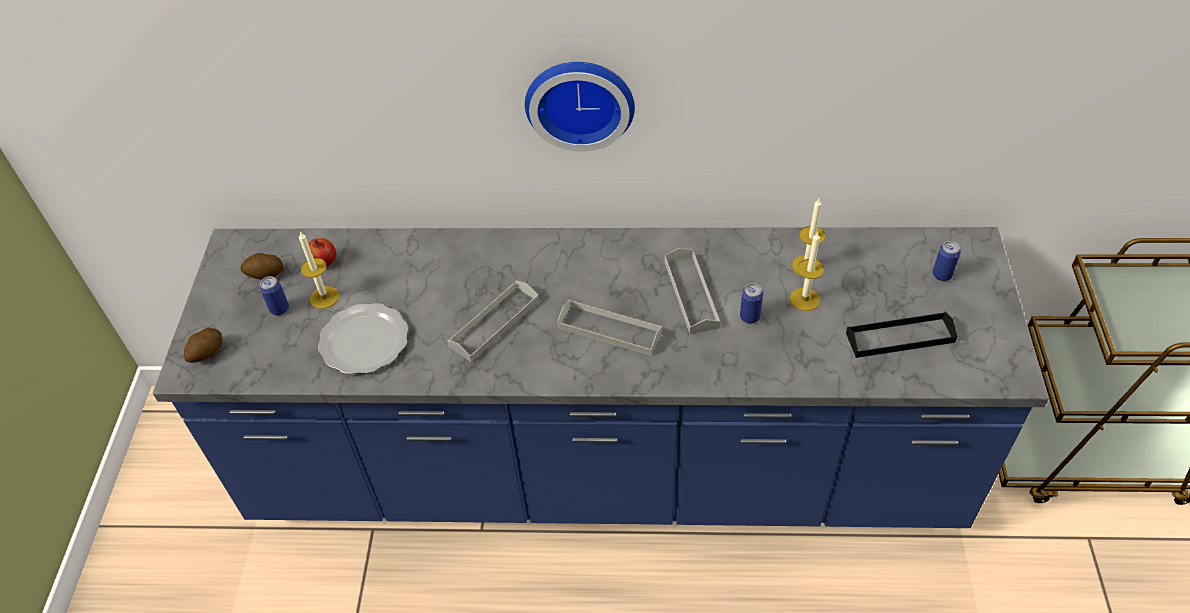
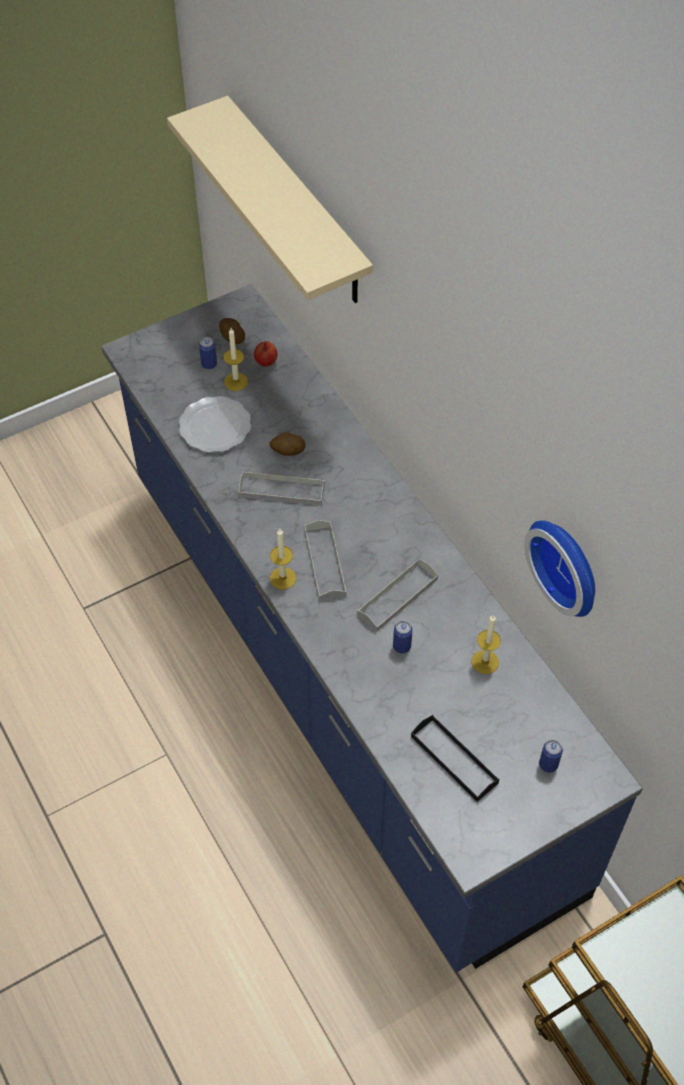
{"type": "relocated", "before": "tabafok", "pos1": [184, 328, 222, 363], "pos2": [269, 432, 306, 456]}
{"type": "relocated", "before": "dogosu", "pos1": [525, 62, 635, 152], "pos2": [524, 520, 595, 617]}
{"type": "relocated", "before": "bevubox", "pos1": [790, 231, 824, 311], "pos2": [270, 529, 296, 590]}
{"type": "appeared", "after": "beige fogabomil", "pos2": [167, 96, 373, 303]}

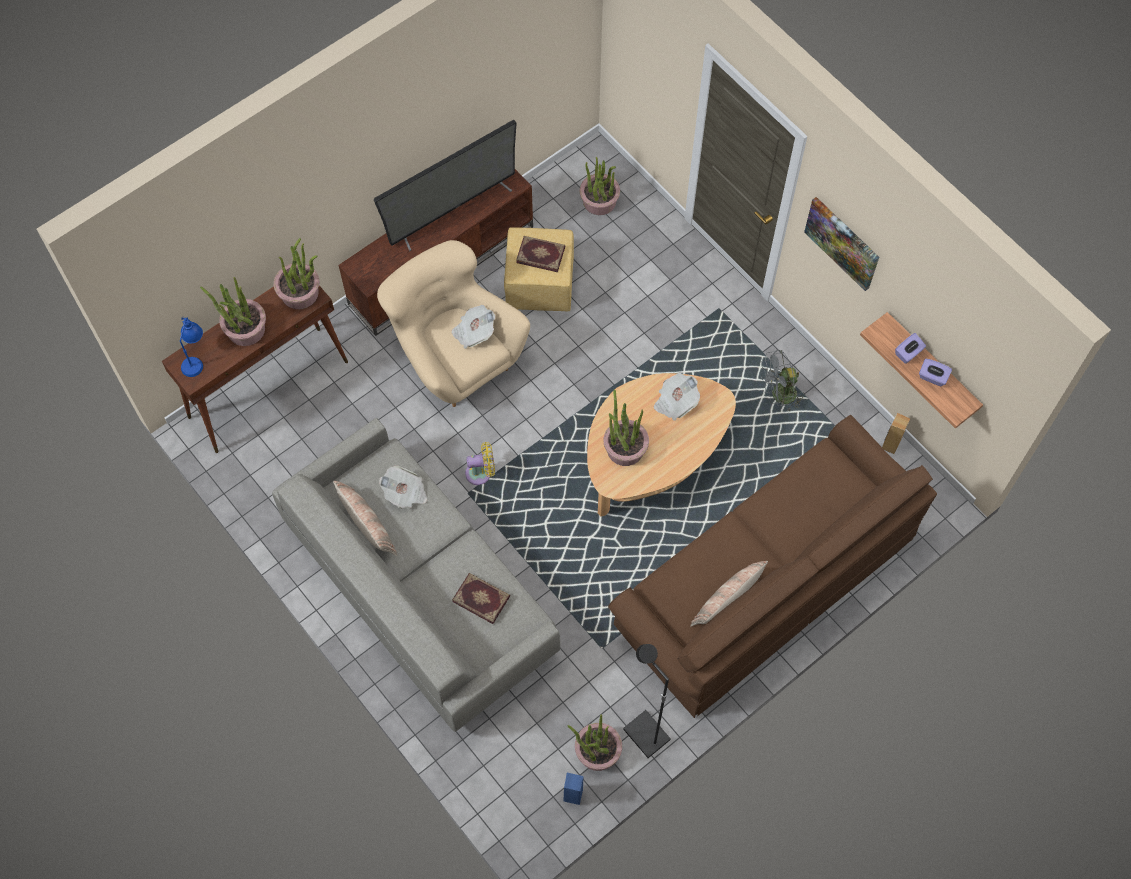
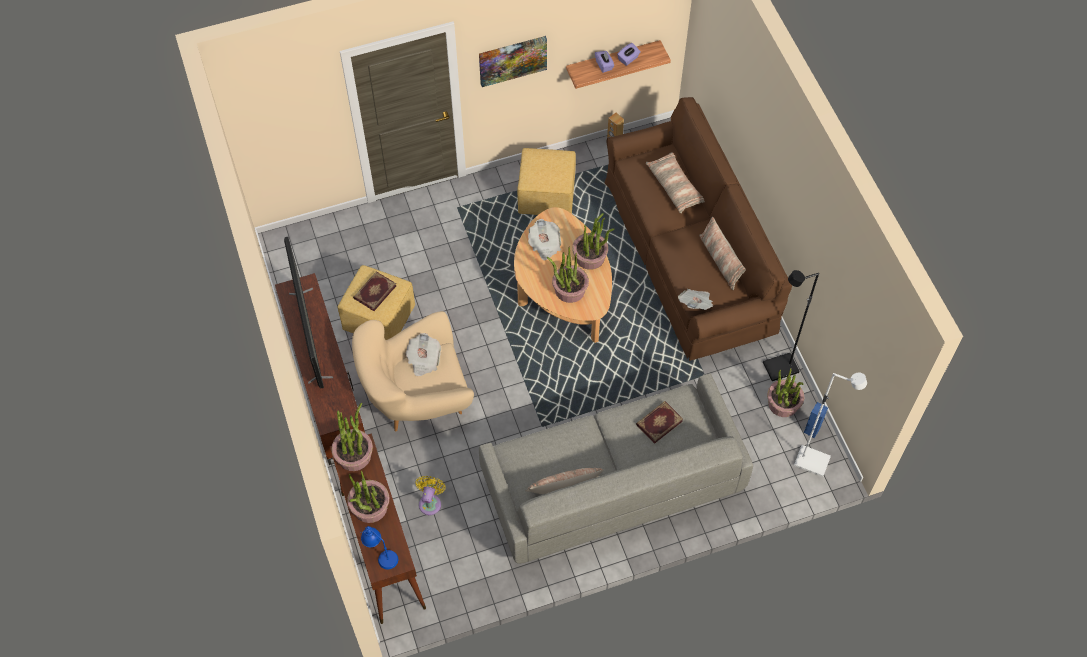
{"type": "relocated", "before": "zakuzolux", "pos1": [379, 466, 427, 509], "pos2": [678, 289, 713, 310]}
{"type": "relocated", "before": "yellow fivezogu", "pos1": [465, 442, 495, 485], "pos2": [416, 476, 446, 515]}
{"type": "relocated", "before": "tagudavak", "pos1": [580, 157, 620, 215], "pos2": [572, 213, 615, 270]}
{"type": "exchanged", "before": "grey fivezogu", "after": "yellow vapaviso", "pos1": [761, 350, 805, 412], "pos2": [517, 148, 576, 215]}
{"type": "appeared", "after": "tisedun", "pos2": [646, 153, 705, 213]}
{"type": "appeared", "after": "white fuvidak", "pos2": [794, 372, 867, 477]}

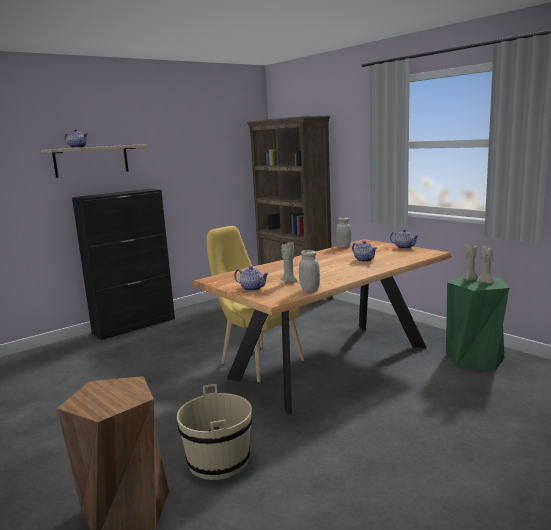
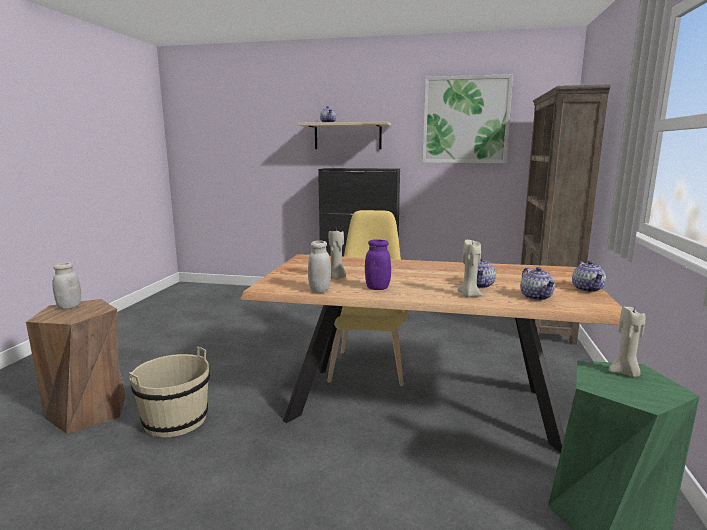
{"type": "relocated", "before": "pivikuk", "pos1": [234, 266, 269, 291], "pos2": [520, 267, 556, 300]}
{"type": "relocated", "before": "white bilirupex", "pos1": [336, 217, 351, 248], "pos2": [53, 263, 81, 309]}
{"type": "relocated", "before": "beige bevubox", "pos1": [476, 246, 493, 284], "pos2": [457, 240, 483, 297]}
{"type": "appeared", "after": "purple bilirupex", "pos2": [365, 239, 391, 290]}
{"type": "appeared", "after": "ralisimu", "pos2": [422, 74, 513, 163]}

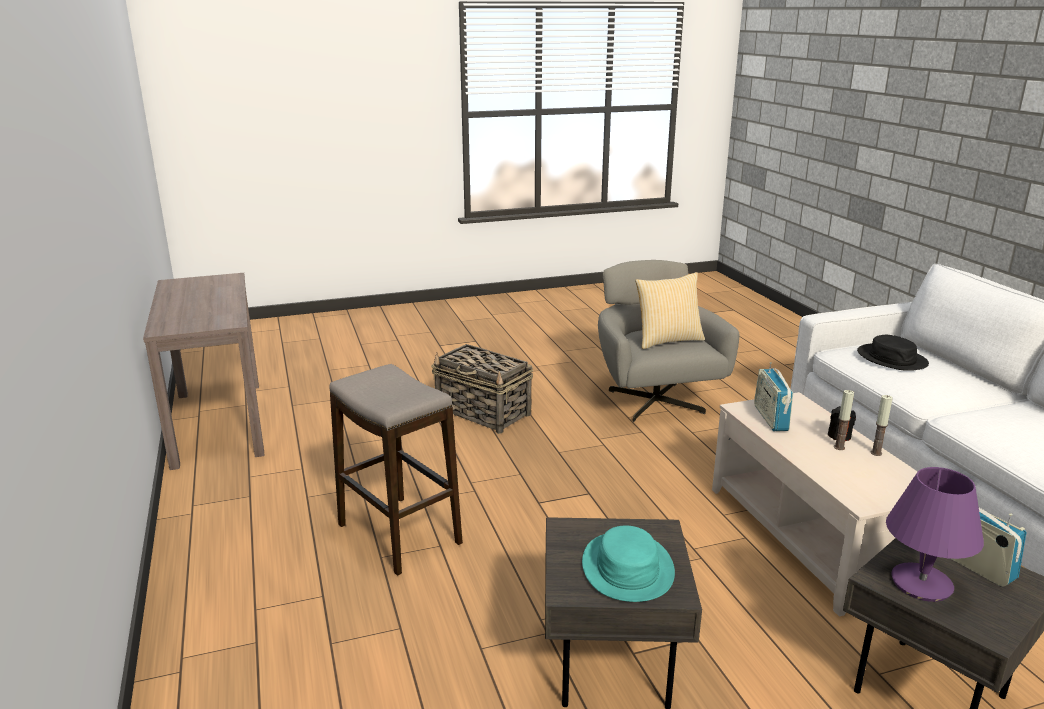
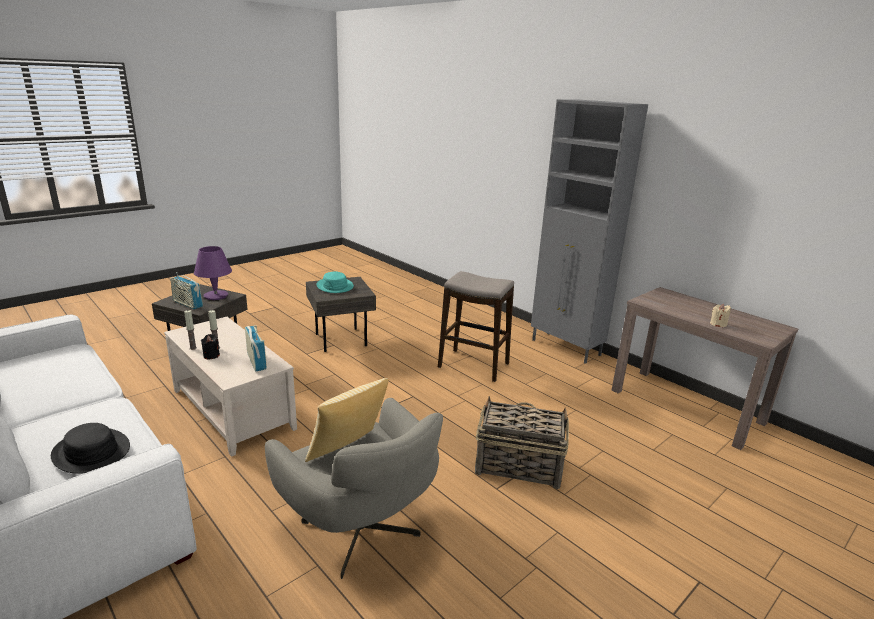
{"type": "appeared", "after": "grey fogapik", "pos2": [531, 99, 648, 364]}
{"type": "appeared", "after": "beige bevubox", "pos2": [710, 304, 731, 327]}

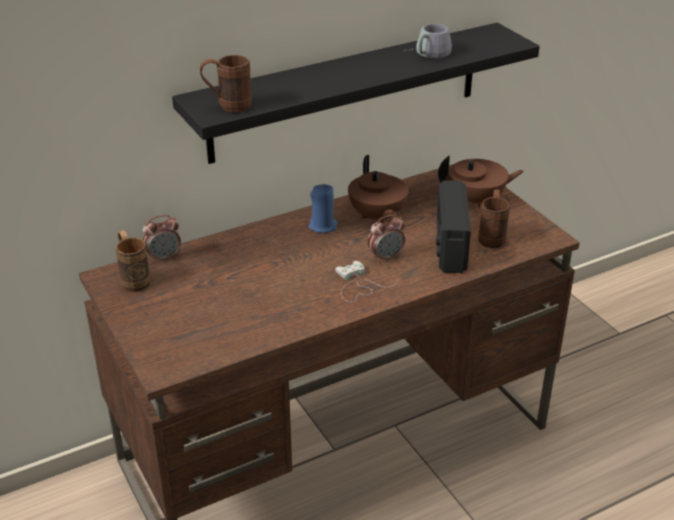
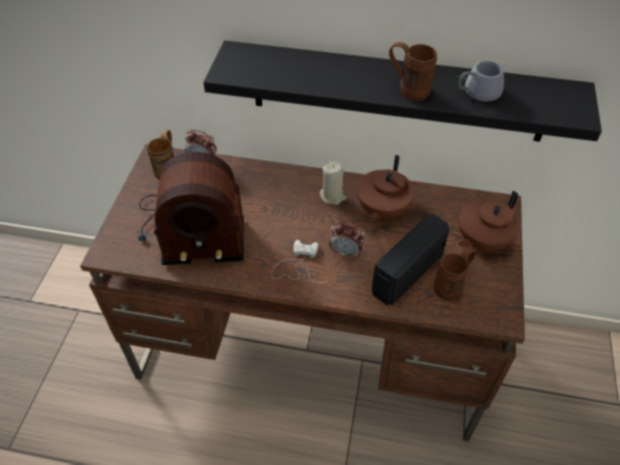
{"type": "relocated", "before": "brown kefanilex", "pos1": [200, 55, 252, 113], "pos2": [389, 42, 437, 101]}
{"type": "colour", "before": "blue bevubox", "after": "beige bevubox", "pos1": [308, 184, 338, 233], "pos2": [320, 162, 347, 205]}
{"type": "spun", "before": "brown pivikuk", "pos1": [438, 156, 524, 208], "pos2": [458, 191, 520, 251], "turn": 105}
{"type": "appeared", "after": "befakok", "pos2": [138, 152, 243, 265]}

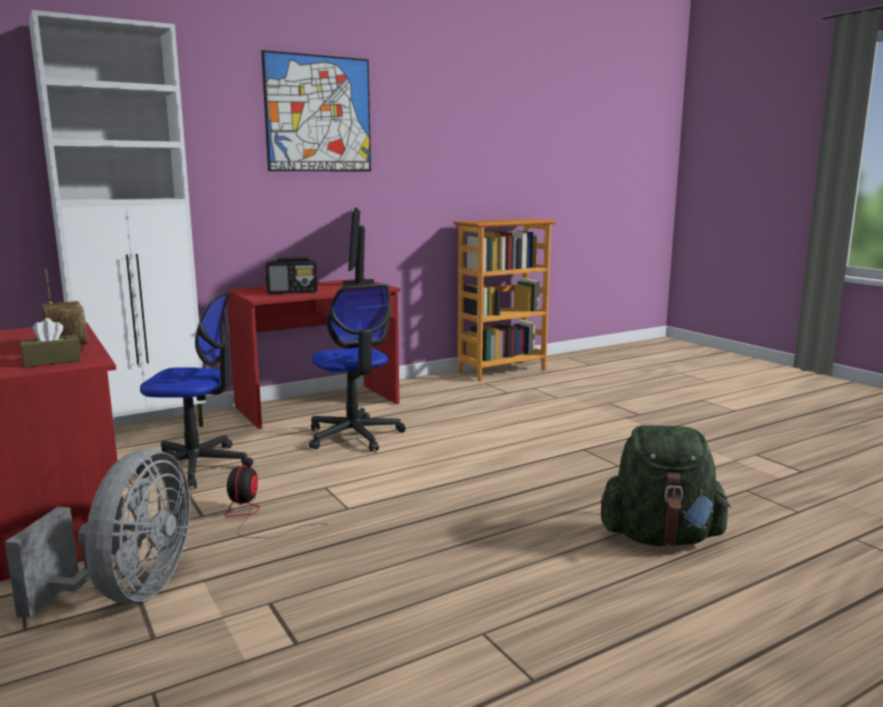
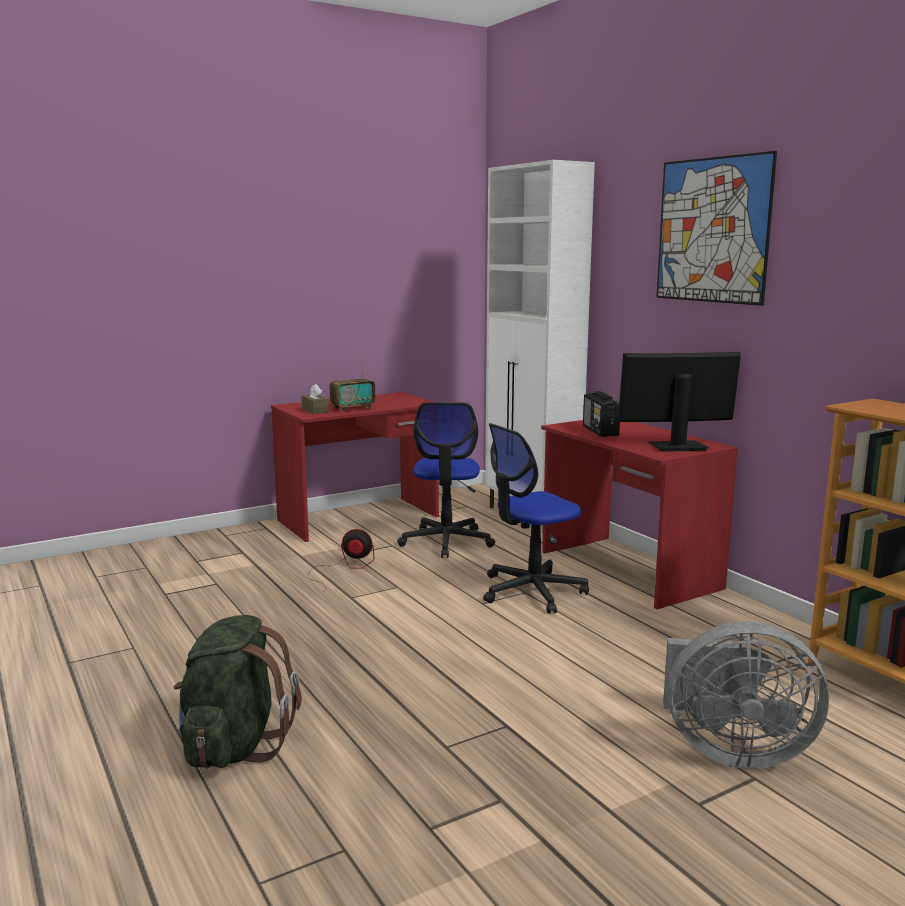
{"type": "relocated", "before": "grey fivezogu", "pos1": [5, 449, 190, 618], "pos2": [663, 621, 829, 769]}

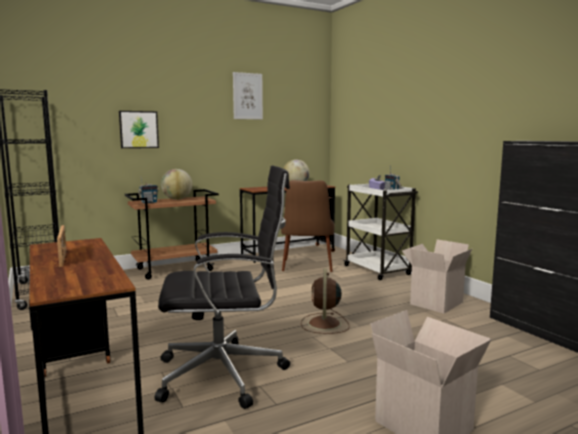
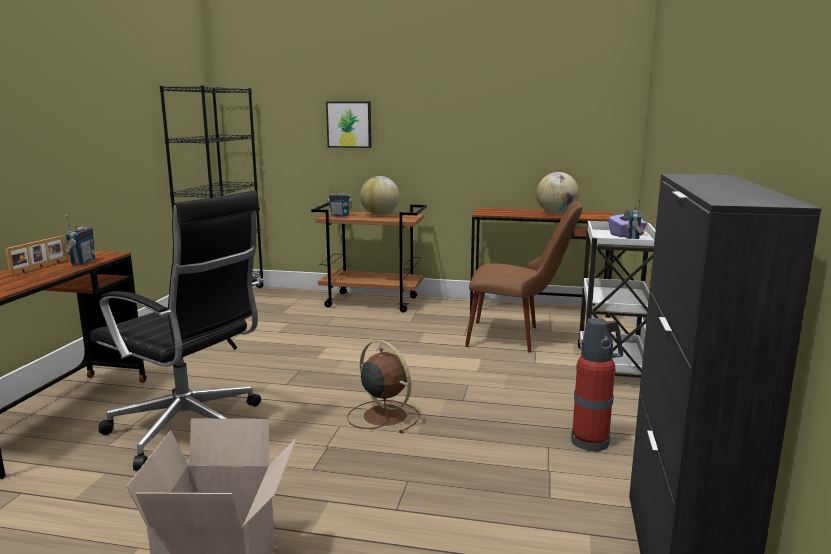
{"type": "missing", "before": "ralisimu", "pos1": [233, 72, 263, 120]}
{"type": "spun", "before": "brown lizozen", "pos1": [281, 180, 335, 272], "pos2": [465, 201, 583, 353], "turn": -120}
{"type": "spun", "before": "brown fivezogu", "pos1": [301, 268, 350, 334], "pos2": [347, 340, 420, 433], "turn": 90}
{"type": "exchanged", "before": "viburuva", "after": "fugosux", "pos1": [402, 239, 472, 313], "pos2": [571, 317, 623, 452]}
{"type": "appeared", "after": "befakok", "pos2": [64, 215, 95, 265]}

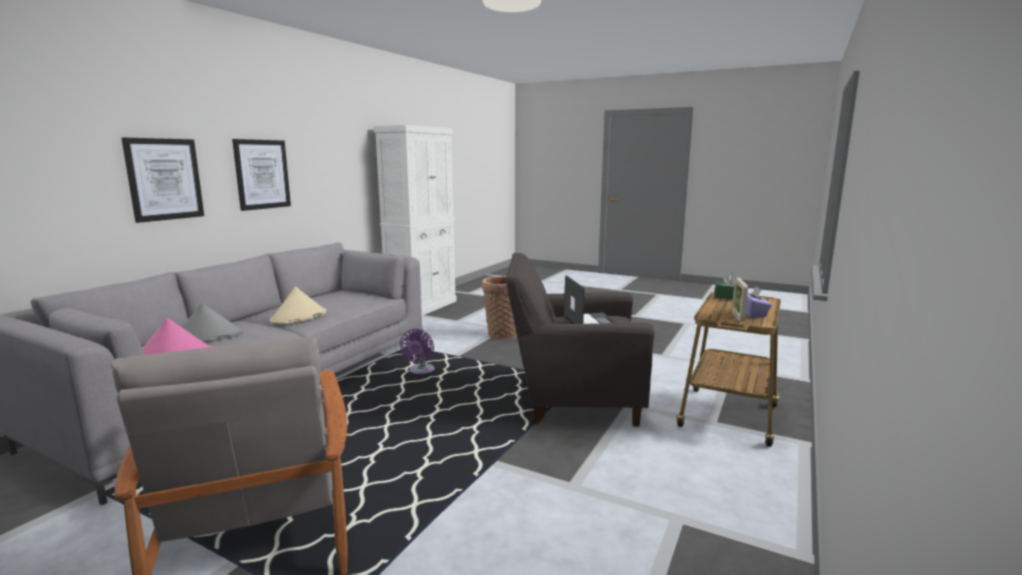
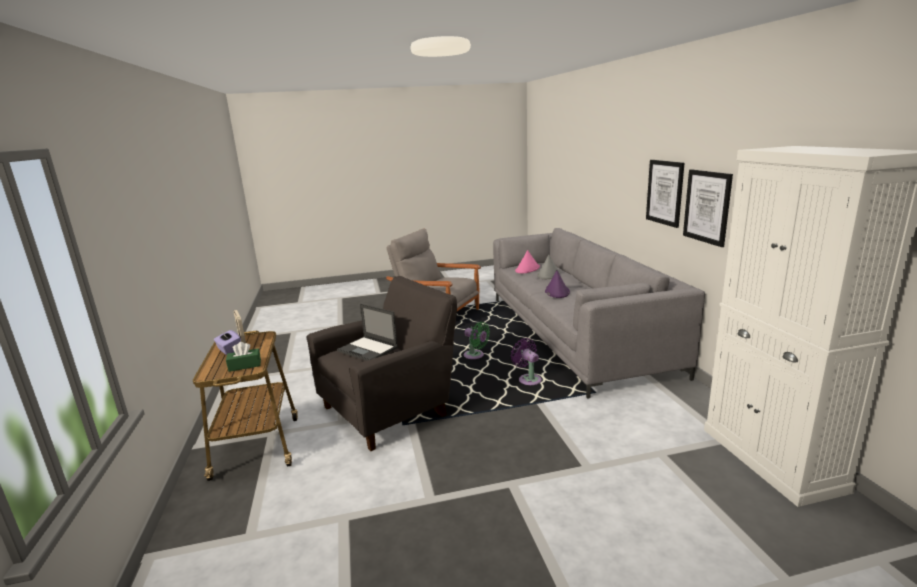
{"type": "relocated", "before": "ralisimu", "pos1": [122, 137, 204, 223], "pos2": [683, 169, 733, 247]}
{"type": "colour", "before": "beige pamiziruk", "after": "purple pamiziruk", "pos1": [269, 287, 327, 324], "pos2": [545, 270, 570, 298]}
{"type": "missing", "before": "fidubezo", "pos1": [482, 276, 517, 340]}
{"type": "appeared", "after": "green fivezogu", "pos2": [464, 322, 490, 359]}

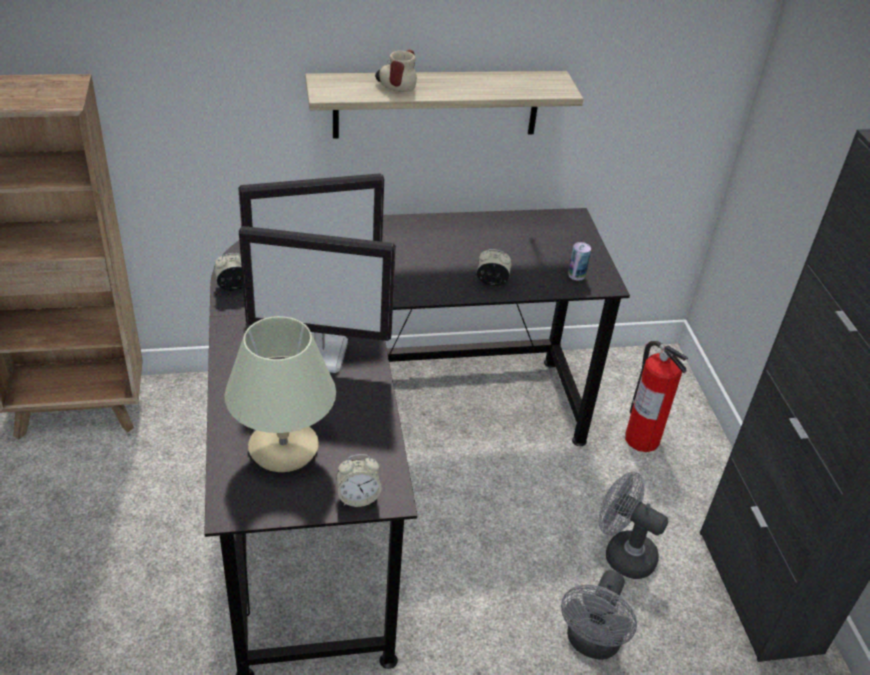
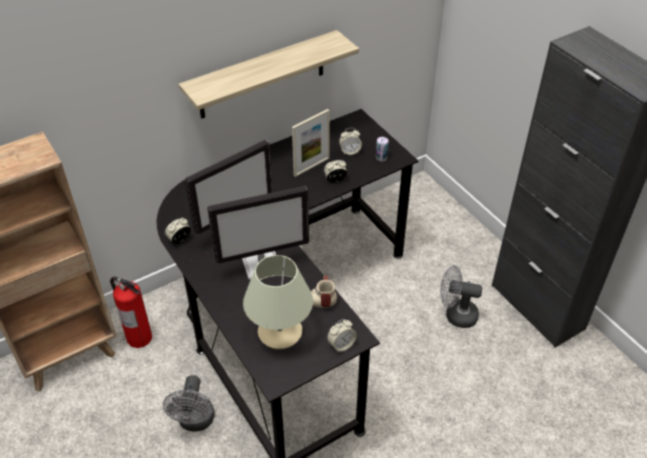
{"type": "relocated", "before": "kefanilex", "pos1": [375, 50, 417, 92], "pos2": [311, 275, 337, 308]}
{"type": "relocated", "before": "grey fivezogu", "pos1": [561, 570, 637, 660], "pos2": [163, 375, 214, 432]}
{"type": "relocated", "before": "fugosux", "pos1": [625, 341, 688, 452], "pos2": [110, 277, 152, 348]}
{"type": "appeared", "after": "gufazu", "pos2": [292, 109, 330, 177]}
{"type": "appeared", "after": "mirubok", "pos2": [339, 128, 362, 155]}

